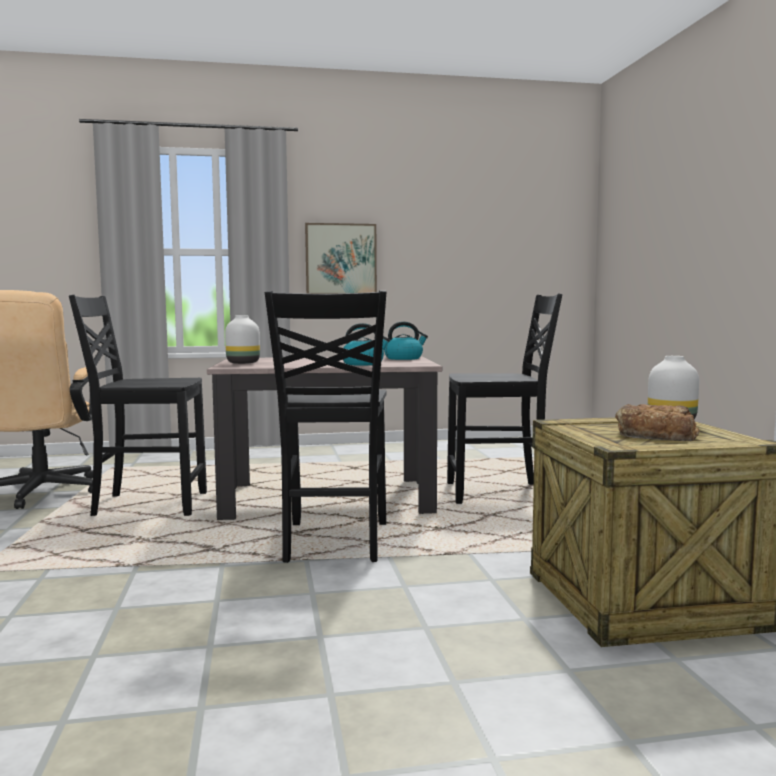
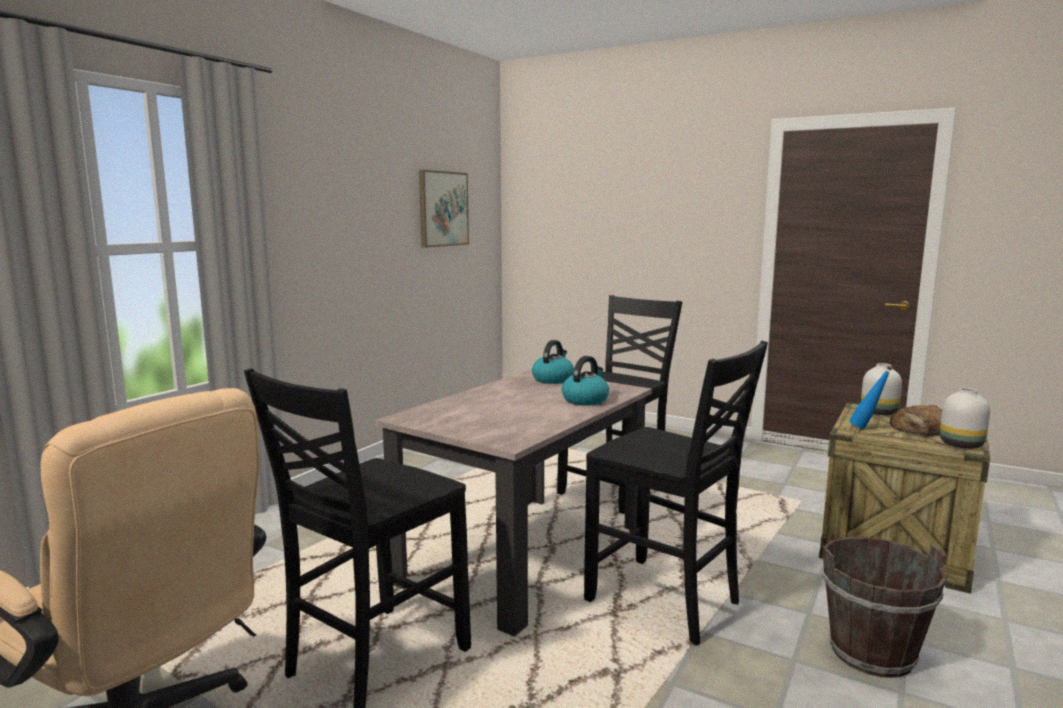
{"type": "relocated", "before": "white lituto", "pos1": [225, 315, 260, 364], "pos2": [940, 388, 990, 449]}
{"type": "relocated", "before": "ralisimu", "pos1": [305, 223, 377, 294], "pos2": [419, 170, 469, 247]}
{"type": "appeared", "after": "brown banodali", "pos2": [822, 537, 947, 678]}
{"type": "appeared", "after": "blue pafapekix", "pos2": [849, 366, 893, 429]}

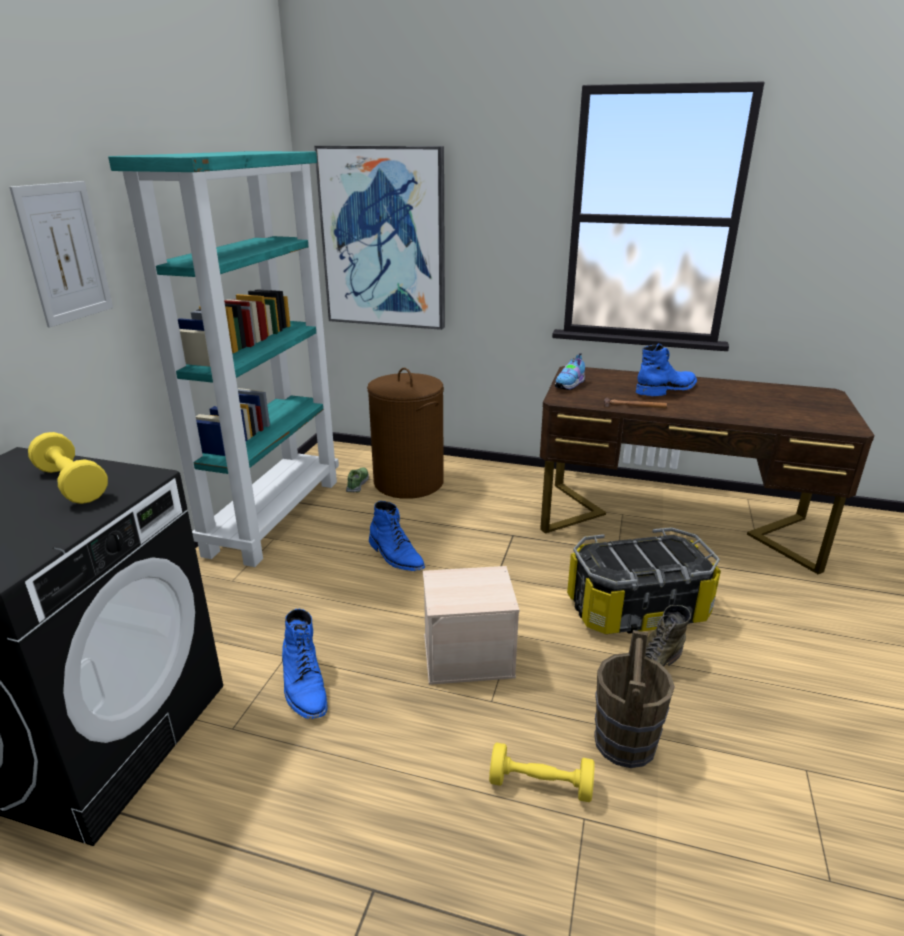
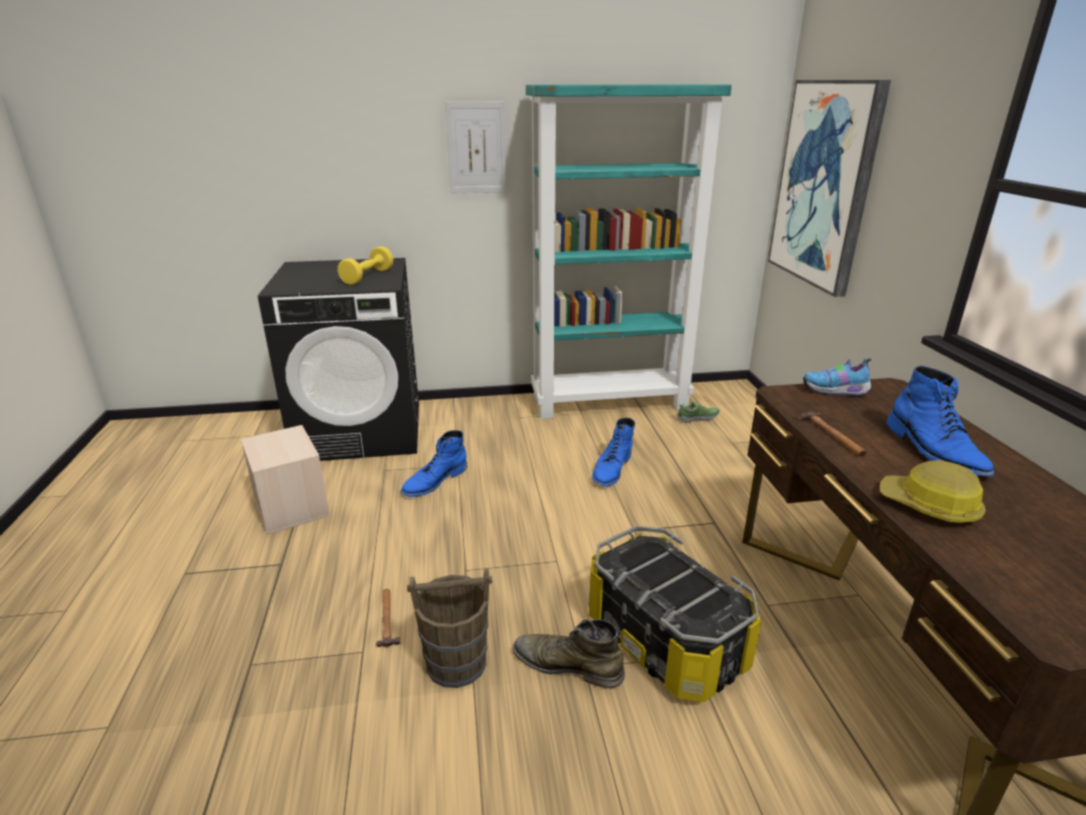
{"type": "missing", "before": "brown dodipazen", "pos1": [367, 368, 444, 499]}
{"type": "relocated", "before": "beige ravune", "pos1": [423, 566, 519, 685], "pos2": [241, 425, 330, 535]}
{"type": "exchanged", "before": "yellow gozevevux", "after": "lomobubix", "pos1": [489, 742, 595, 802], "pos2": [376, 589, 400, 648]}
{"type": "spun", "before": "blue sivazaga", "pos1": [636, 344, 697, 396], "pos2": [887, 366, 994, 476], "turn": 45}
{"type": "appeared", "after": "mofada", "pos2": [880, 460, 986, 524]}

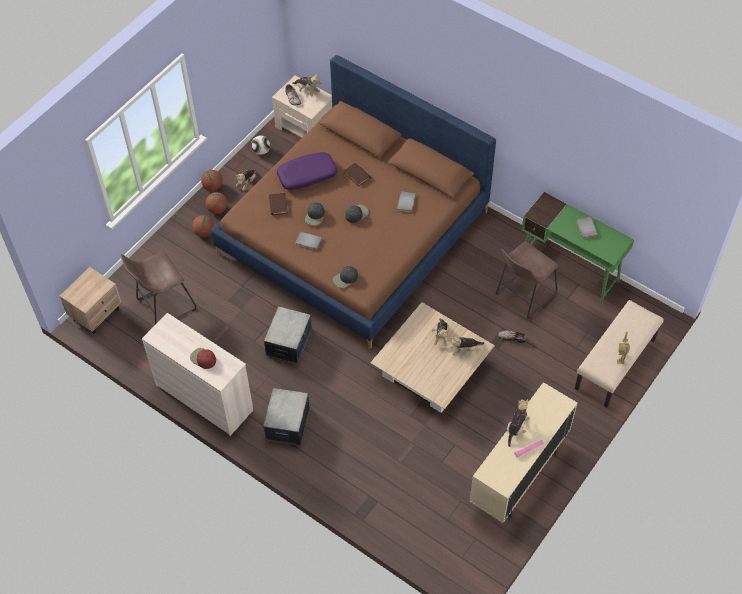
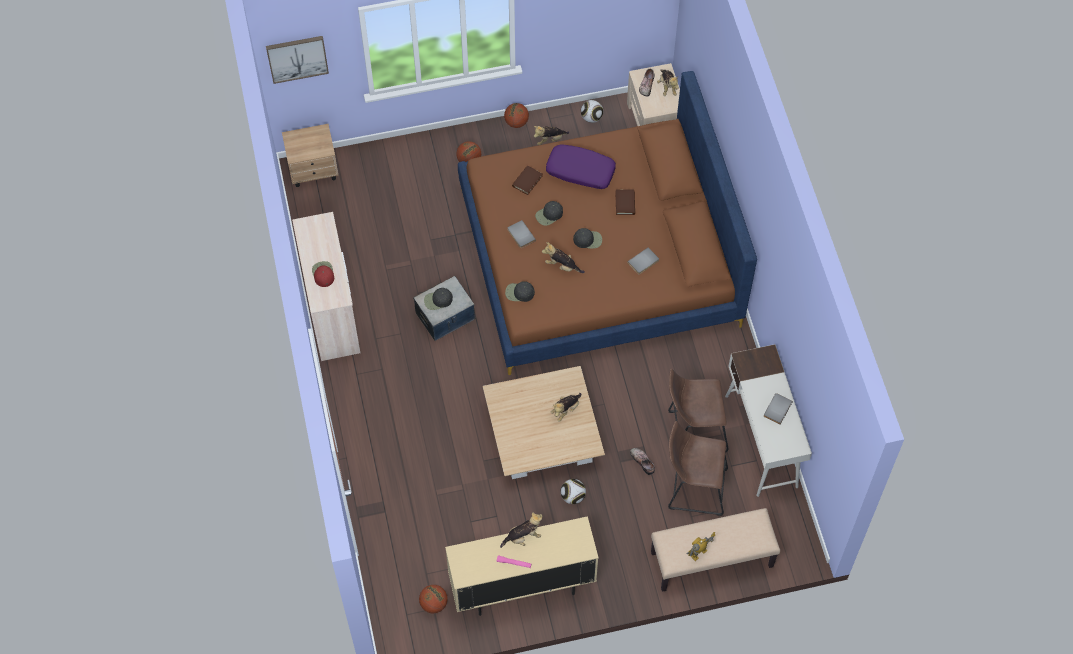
{"type": "relocated", "before": "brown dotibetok", "pos1": [121, 252, 196, 325], "pos2": [668, 421, 728, 516]}
{"type": "relocated", "before": "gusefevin", "pos1": [206, 192, 227, 214], "pos2": [419, 585, 448, 614]}
{"type": "missing", "before": "ravune", "pos1": [263, 388, 310, 446]}
{"type": "relocated", "before": "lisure", "pos1": [450, 337, 484, 355], "pos2": [542, 242, 585, 273]}
{"type": "colour", "before": "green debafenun", "after": "white debafenun", "pos1": [522, 192, 634, 305], "pos2": [725, 344, 812, 497]}
{"type": "appeared", "after": "ralisimu", "pos2": [266, 36, 329, 84]}
{"type": "appeared", "after": "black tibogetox", "pos2": [424, 288, 453, 310]}
{"type": "appeared", "after": "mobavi", "pos2": [560, 479, 586, 504]}

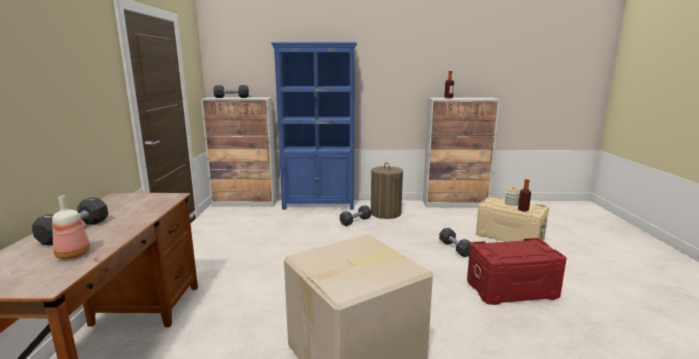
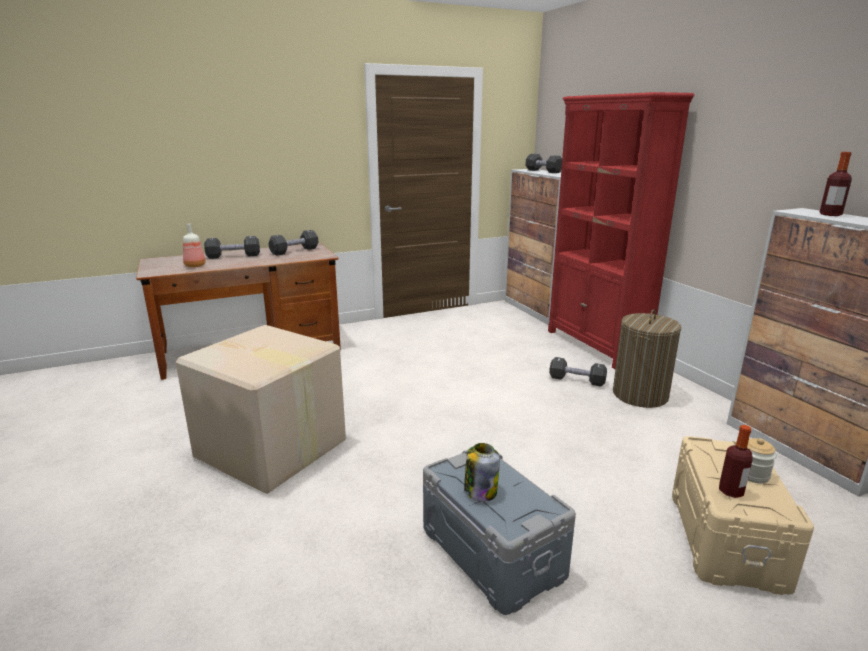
{"type": "colour", "before": "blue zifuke", "after": "red zifuke", "pos1": [271, 42, 357, 210], "pos2": [548, 92, 694, 369]}
{"type": "relocated", "before": "black gozevevux", "pos1": [439, 228, 471, 257], "pos2": [268, 230, 318, 256]}
{"type": "colour", "before": "red ravune", "after": "grey ravune", "pos1": [467, 238, 567, 305], "pos2": [423, 449, 576, 615]}
{"type": "appeared", "after": "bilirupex", "pos2": [464, 443, 500, 502]}

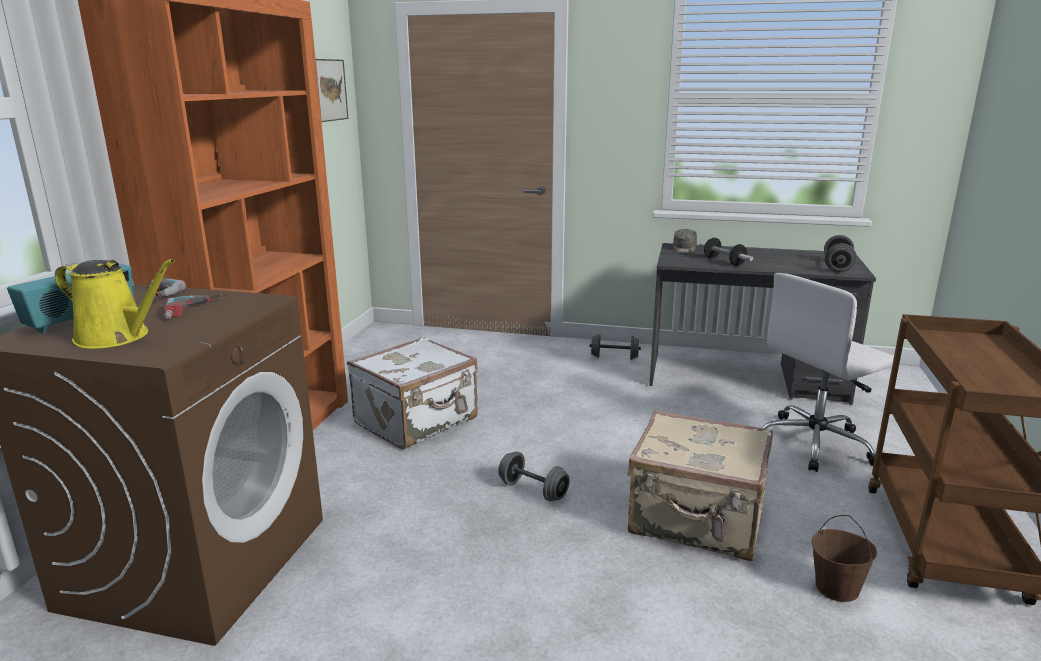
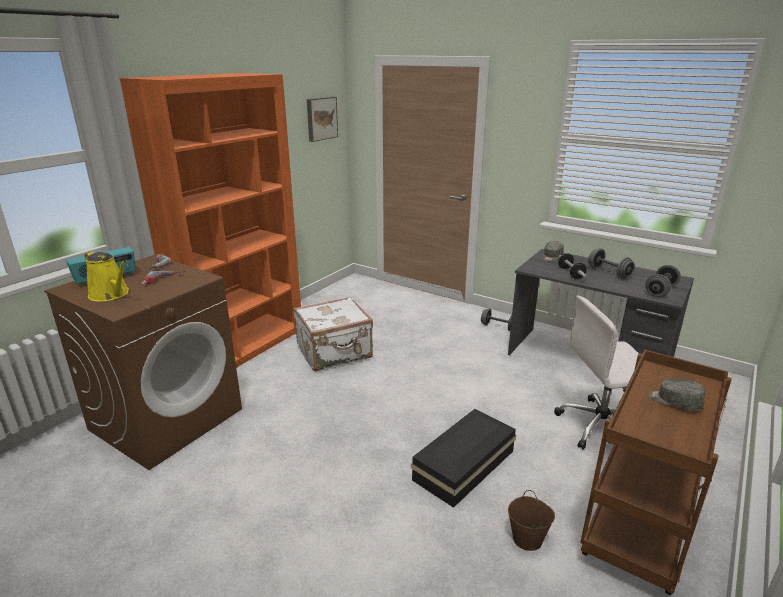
{"type": "relocated", "before": "grey gozevevux", "pos1": [498, 452, 570, 501], "pos2": [588, 248, 635, 278]}
{"type": "exchanged", "before": "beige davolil", "after": "black ravune", "pos1": [628, 410, 773, 561], "pos2": [411, 409, 516, 508]}
{"type": "appeared", "after": "grey tibogetox", "pos2": [648, 379, 705, 411]}

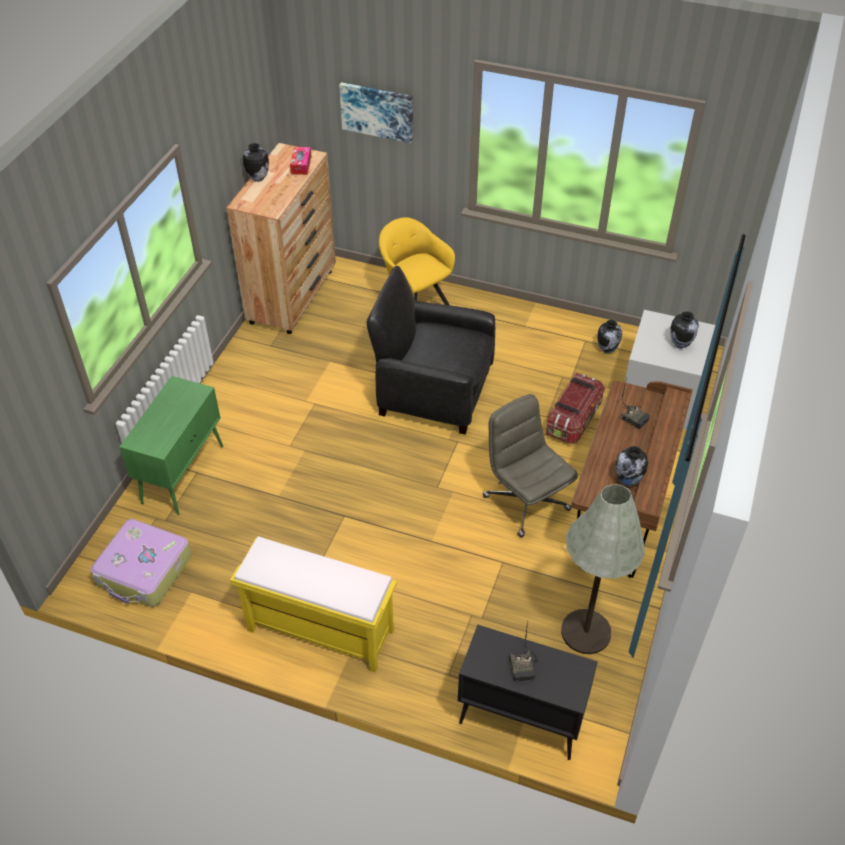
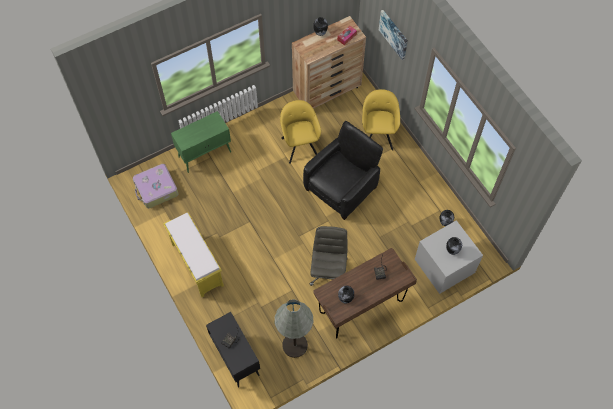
{"type": "spun", "before": "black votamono", "pos1": [366, 266, 495, 434], "pos2": [303, 121, 383, 220], "turn": 75}
{"type": "missing", "before": "ravune", "pos1": [546, 373, 605, 444]}
{"type": "appeared", "after": "yellow votamono", "pos2": [280, 100, 321, 164]}

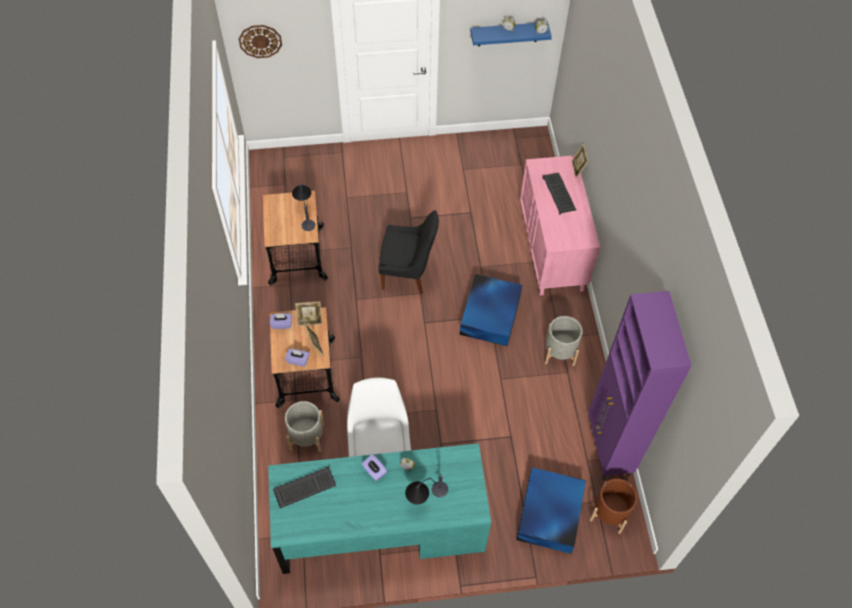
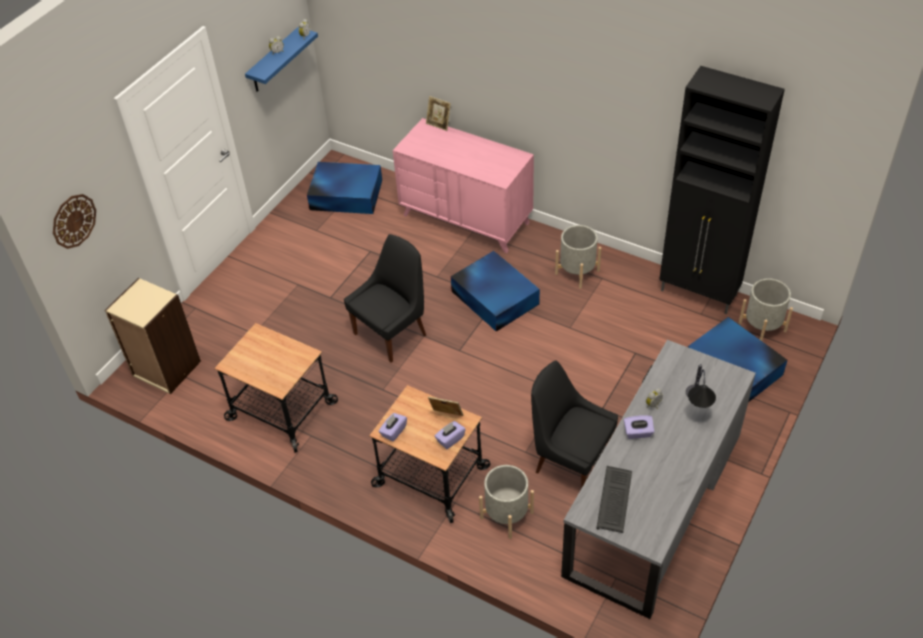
{"type": "colour", "before": "turquoise debafenun", "after": "grey debafenun", "pos1": [268, 443, 491, 574], "pos2": [561, 340, 756, 619]}
{"type": "missing", "before": "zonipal", "pos1": [292, 184, 315, 231]}
{"type": "missing", "before": "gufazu", "pos1": [295, 301, 323, 326]}
{"type": "colour", "before": "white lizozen", "after": "black lizozen", "pos1": [347, 377, 411, 457], "pos2": [531, 361, 618, 489]}
{"type": "missing", "before": "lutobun", "pos1": [543, 173, 576, 215]}
{"type": "colour", "before": "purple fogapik", "after": "black fogapik", "pos1": [588, 291, 692, 480], "pos2": [659, 66, 785, 314]}
{"type": "colour", "before": "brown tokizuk", "after": "grey tokizuk", "pos1": [590, 479, 637, 534], "pos2": [739, 278, 793, 341]}
{"type": "appeared", "after": "beige zifuke", "pos2": [105, 278, 201, 394]}
{"type": "appeared", "after": "blue ravune", "pos2": [307, 162, 382, 214]}

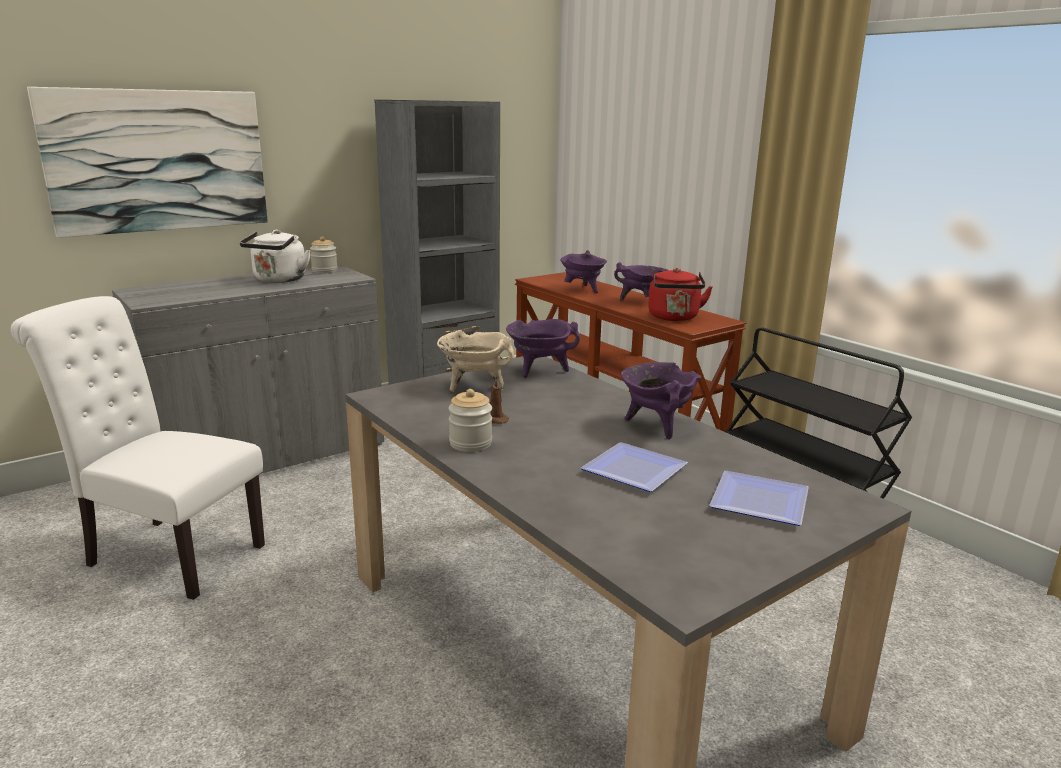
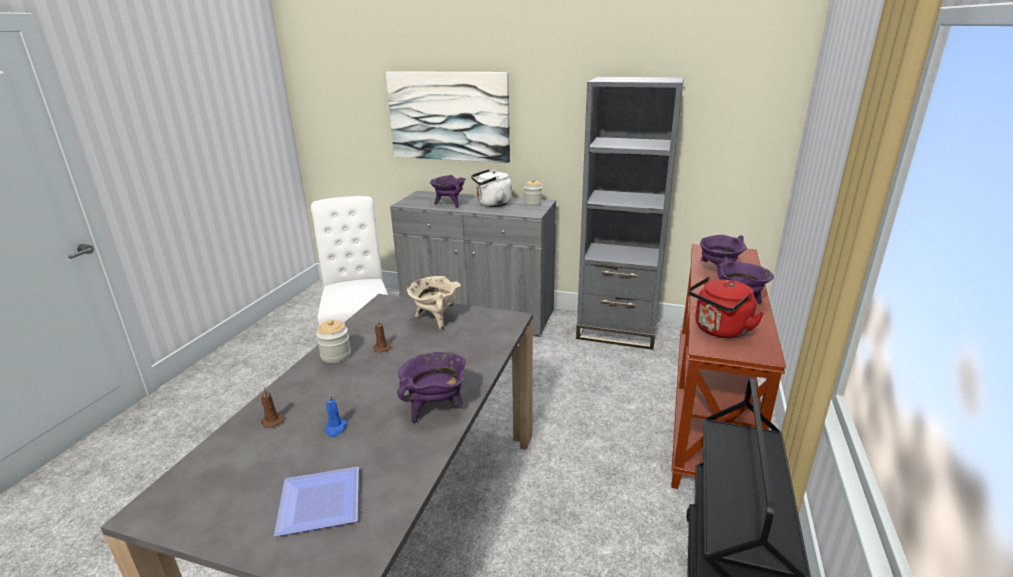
{"type": "relocated", "before": "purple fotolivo", "pos1": [506, 319, 580, 378], "pos2": [430, 175, 465, 208]}
{"type": "exchanged", "before": "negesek", "after": "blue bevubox", "pos1": [581, 442, 688, 492], "pos2": [325, 393, 348, 437]}
{"type": "appeared", "after": "brown bevubox", "pos2": [261, 388, 284, 428]}

